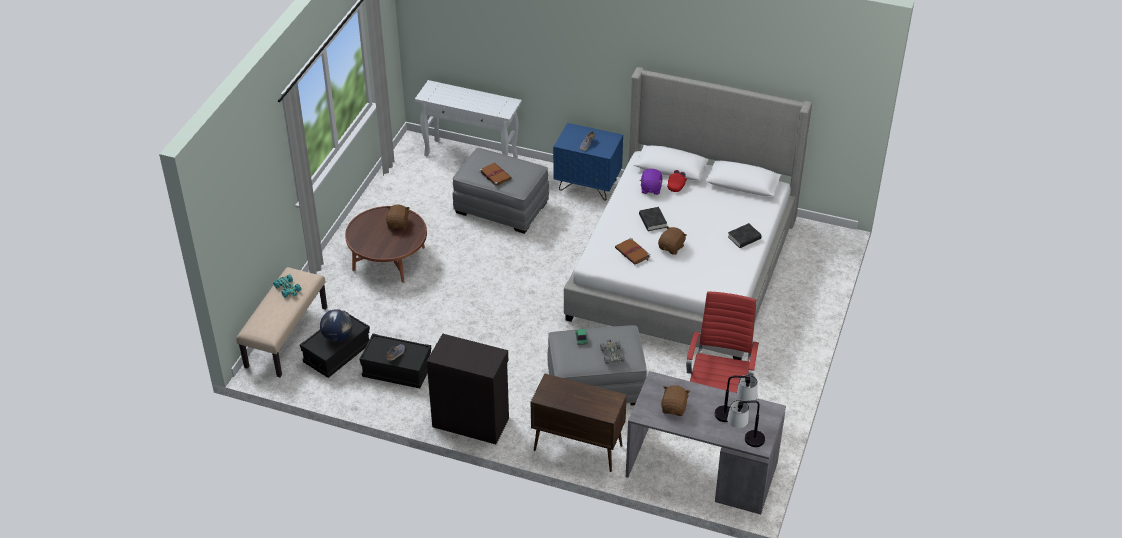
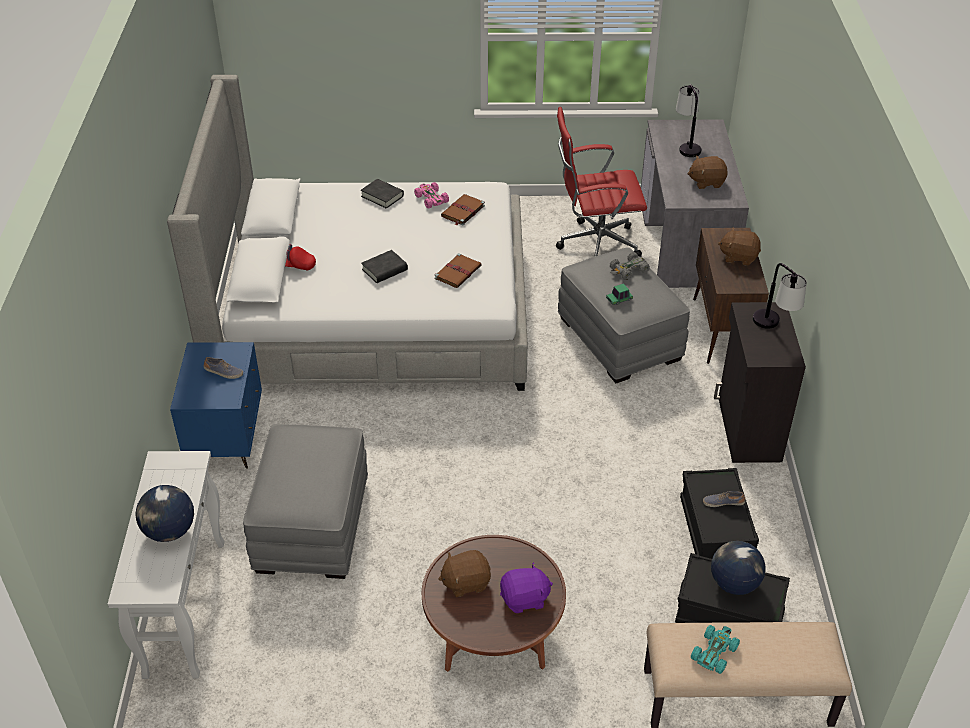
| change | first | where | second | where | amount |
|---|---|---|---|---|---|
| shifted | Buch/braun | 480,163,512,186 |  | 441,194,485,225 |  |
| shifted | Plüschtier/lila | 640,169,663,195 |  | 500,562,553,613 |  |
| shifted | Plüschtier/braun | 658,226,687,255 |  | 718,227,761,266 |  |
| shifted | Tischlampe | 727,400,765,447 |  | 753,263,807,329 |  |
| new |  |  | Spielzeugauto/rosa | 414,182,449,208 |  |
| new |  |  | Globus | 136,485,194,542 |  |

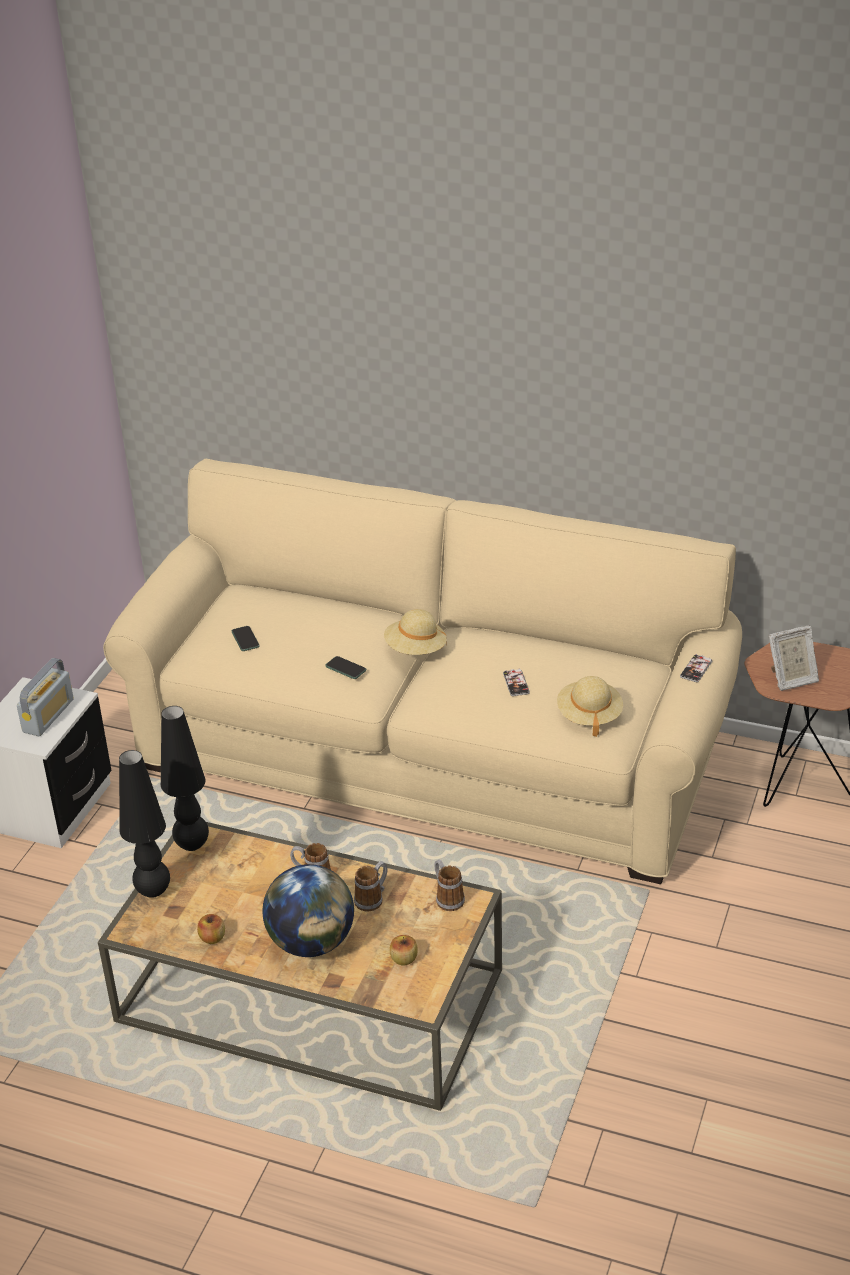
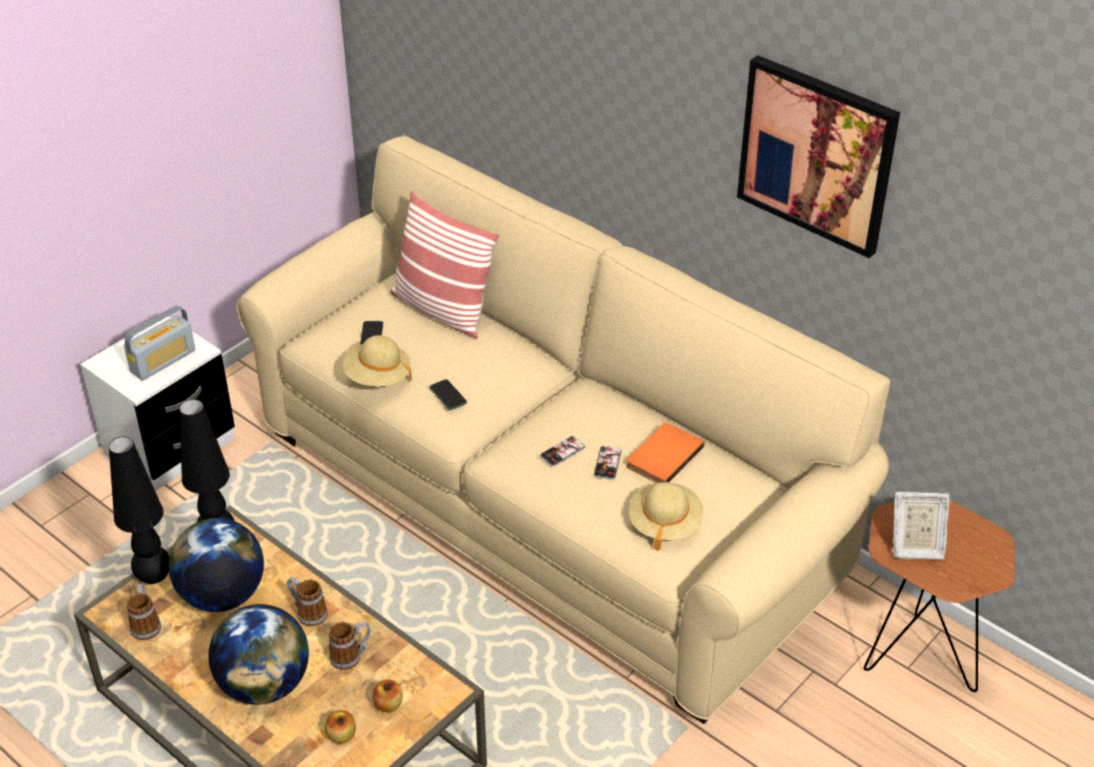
| change | first | where | second | where | amount |
|---|---|---|---|---|---|
| shifted | Hut/beige | 384,609,447,655 |  | 343,335,412,387 |  |
| shifted | Handy | 680,654,712,682 |  | 540,436,585,467 |  |
| shifted | Henkelbecher | 434,860,465,911 |  | 127,584,161,640 |  |
| shifted | Apfel | 197,914,225,944 |  | 372,679,403,712 |  |
| new |  |  | Bild | 737,55,900,258 |  |
| new |  |  | Kissen | 390,191,499,338 |  |
| new |  |  | Buch/orange | 626,423,704,483 |  |
| new |  |  | Globus | 169,518,264,612 |  |

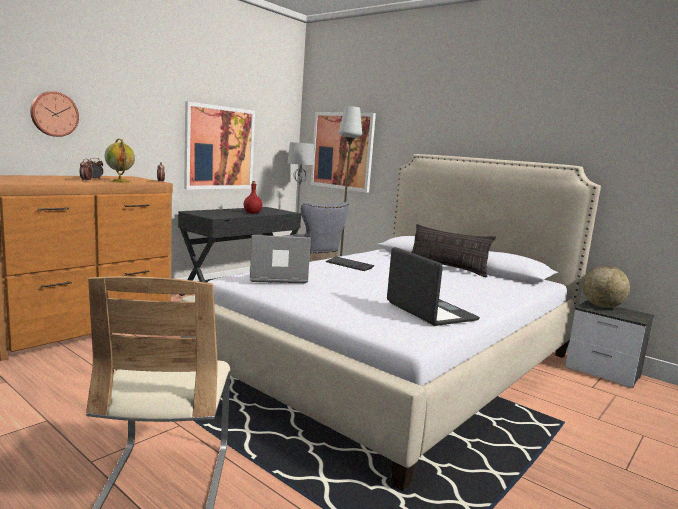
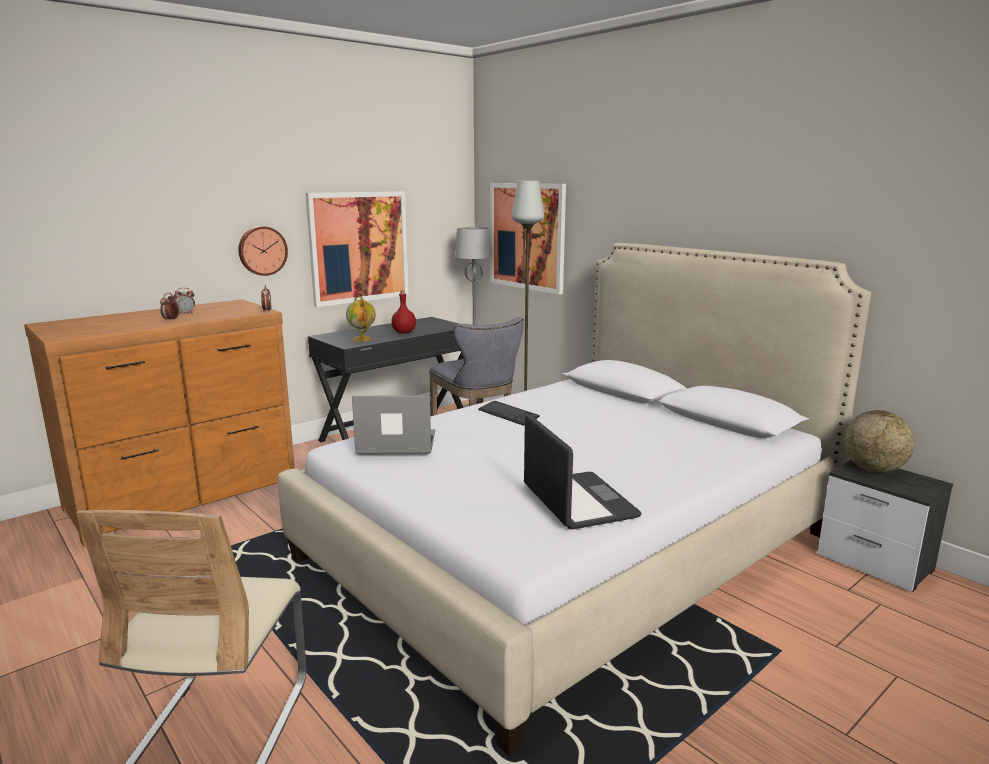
| change | first | where | second | where | amount |
|---|---|---|---|---|---|
| shifted | Wanduhr | 30,91,79,137 |  | 238,226,288,276 |  |
| shifted | Globus | 105,138,135,183 |  | 346,296,376,342 |  |
| gone | Kissen | 411,224,496,277 |  |  |  |

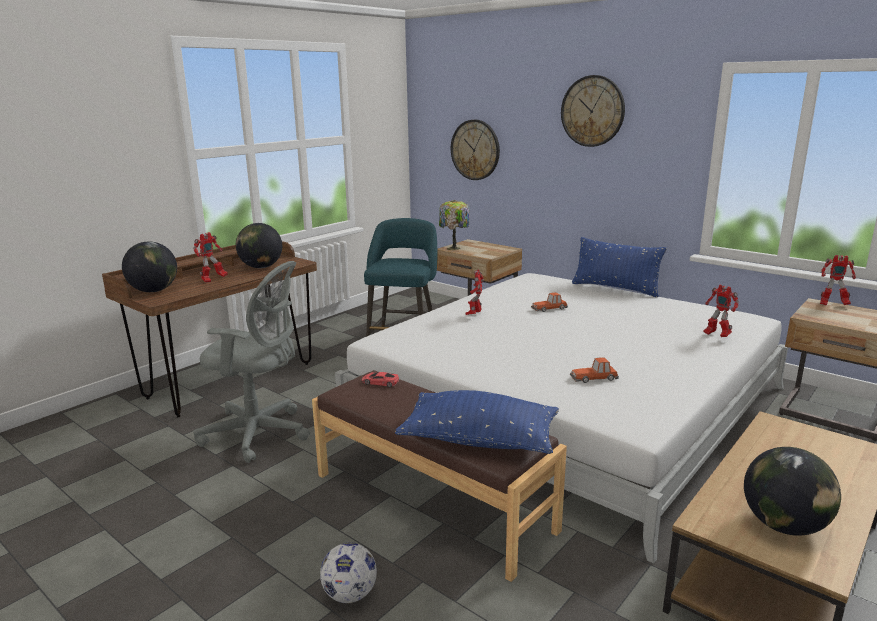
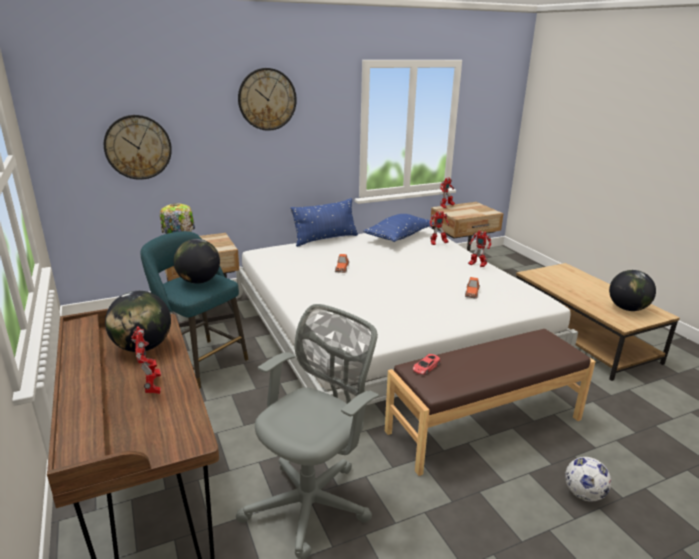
| change | first | where | second | where | amount |
|---|---|---|---|---|---|
| shifted | Globus | 122,242,177,292 |  | 173,239,220,284 |  |
| shifted | Spielzeugroboter | 465,269,484,315 |  | 468,230,492,267 |  |
| shifted | Kissen/blau | 395,390,559,454 |  | 363,214,434,242 |  |

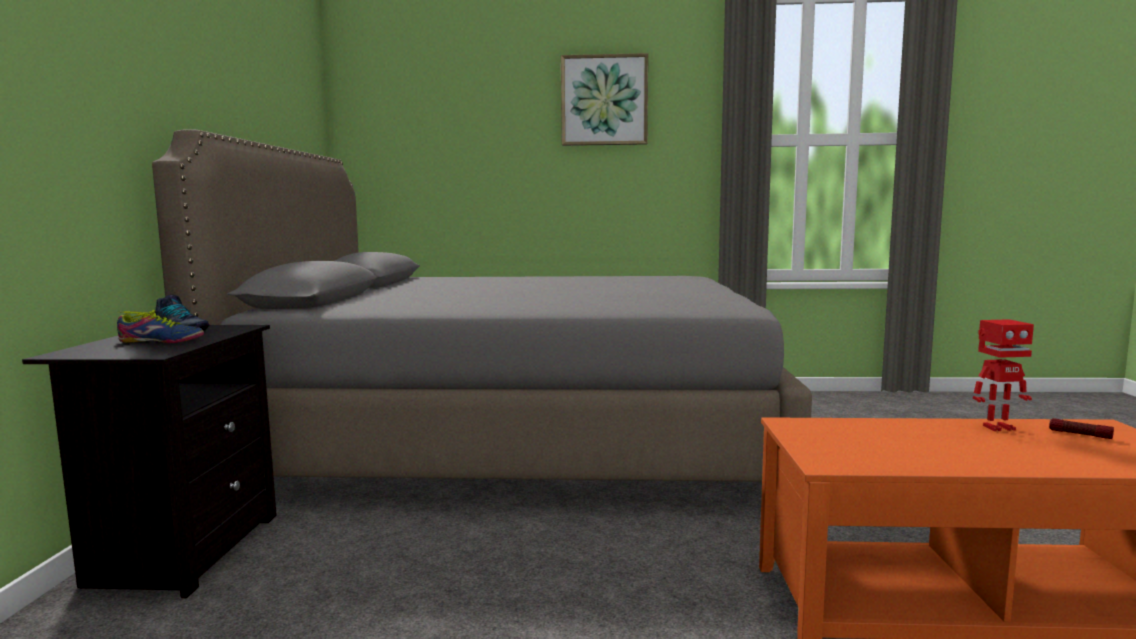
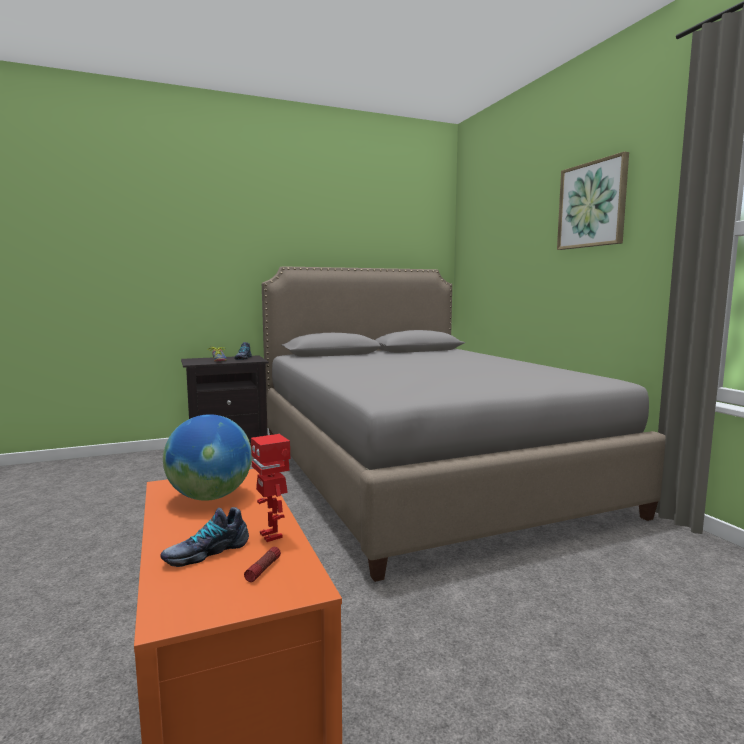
| change | first | where | second | where | amount |
|---|---|---|---|---|---|
| new |  |  | Globus | 163,414,252,501 |  |
| new |  |  | Schuh | 160,507,249,567 |  |

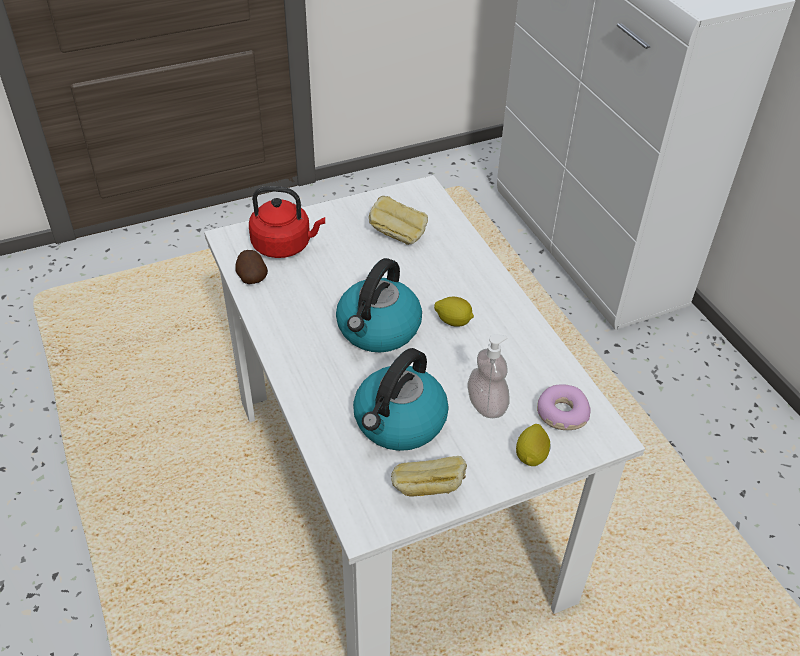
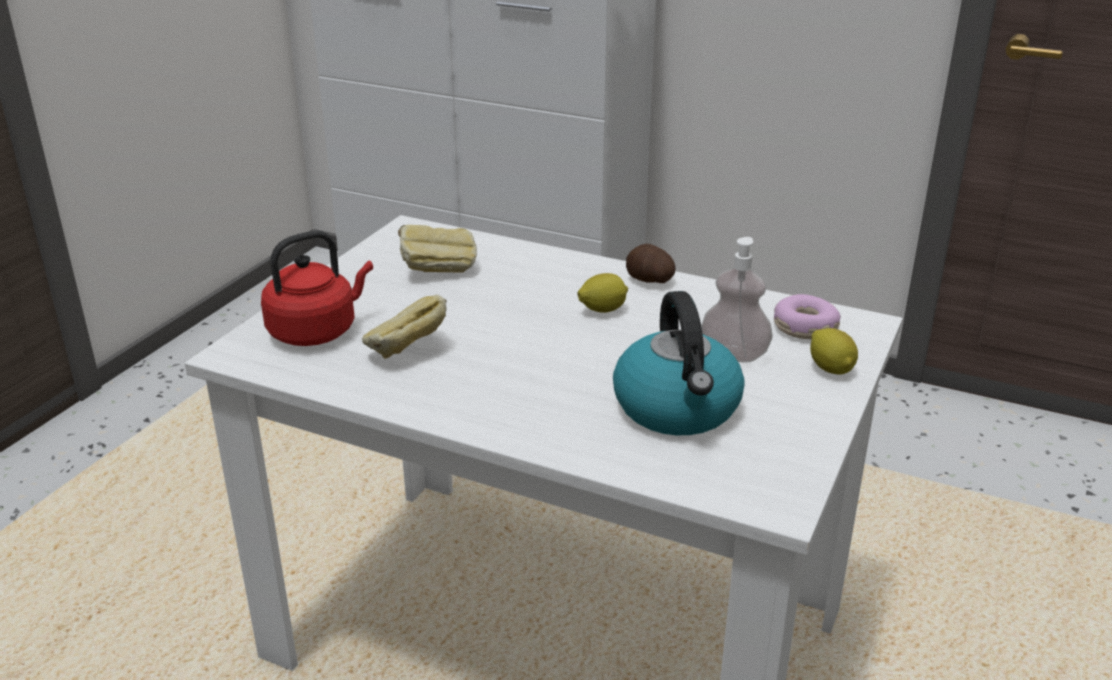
| change | first | where | second | where | amount |
|---|---|---|---|---|---|
| shifted | Kartoffel | 235,250,268,284 |  | 626,244,675,283 |  |
| gone | Wasserkessel | 336,258,422,352 |  |  |  |
| shifted | Brot | 391,456,467,496 |  | 362,294,446,359 |  |

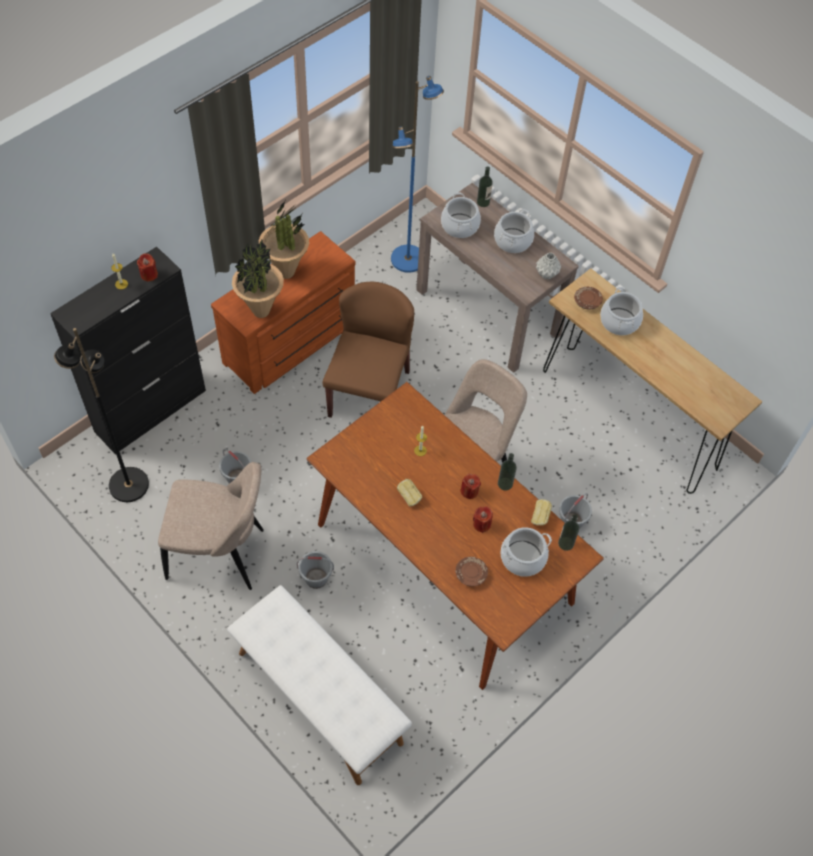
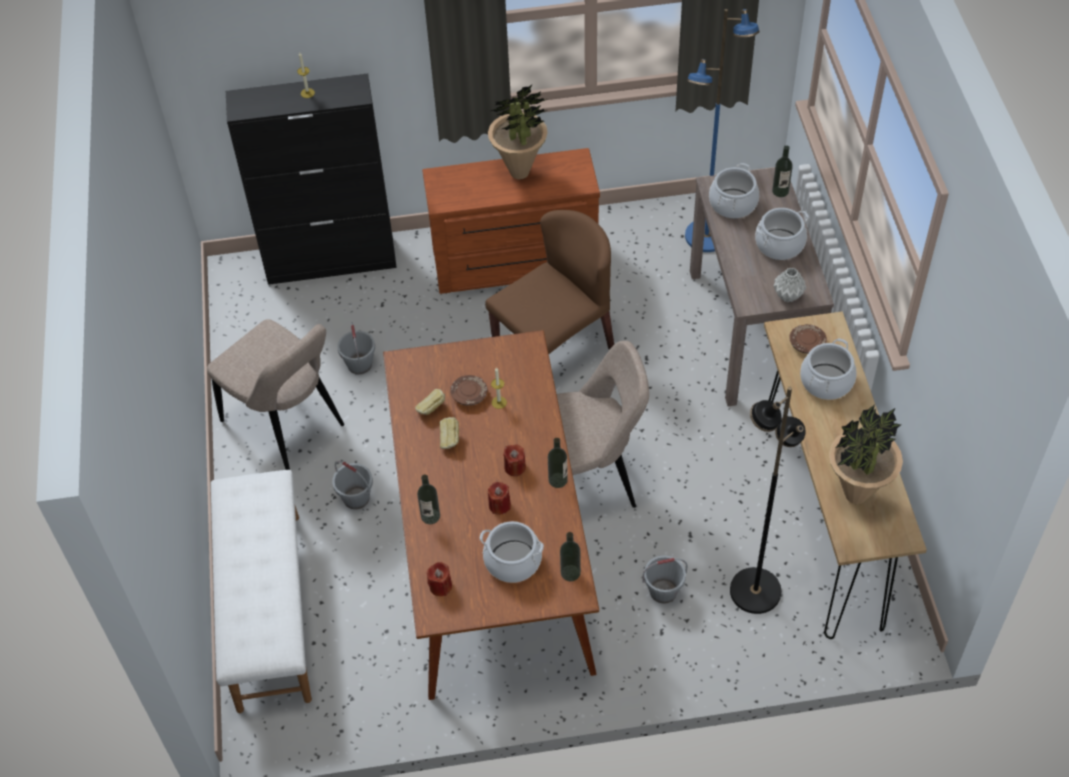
| change | first | where | second | where | amount |
|---|---|---|---|---|---|
| shifted | Topfpflanze | 232,240,284,318 |  | 829,404,903,505 |  |
| shifted | Kerze/rot | 137,253,158,281 |  | 427,562,452,596 |  |
| shifted | Stehlampe/schwarz | 54,328,149,502 |  | 730,387,806,614 |  |
| shifted | Brot | 531,499,552,526 |  | 415,389,445,415 |  |
| shifted | Teller/braun | 455,557,488,587 |  | 450,375,487,406 |  |
| new |  |  | Flasche | 417,474,440,524 |  |

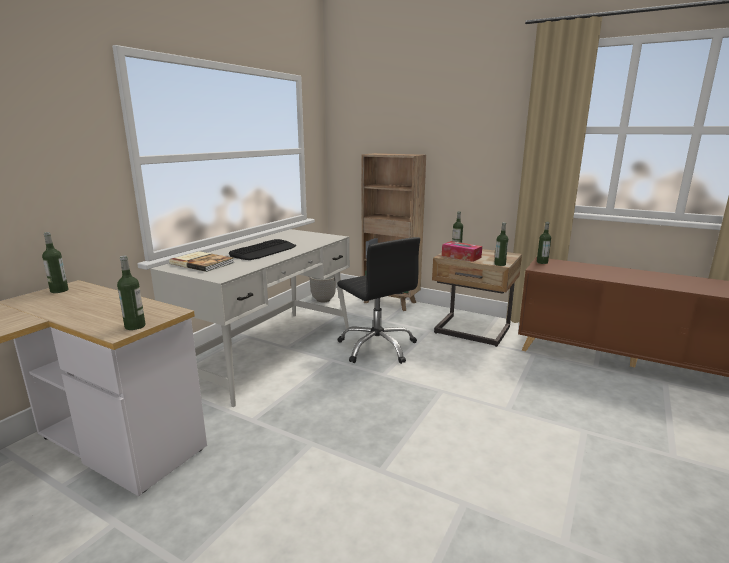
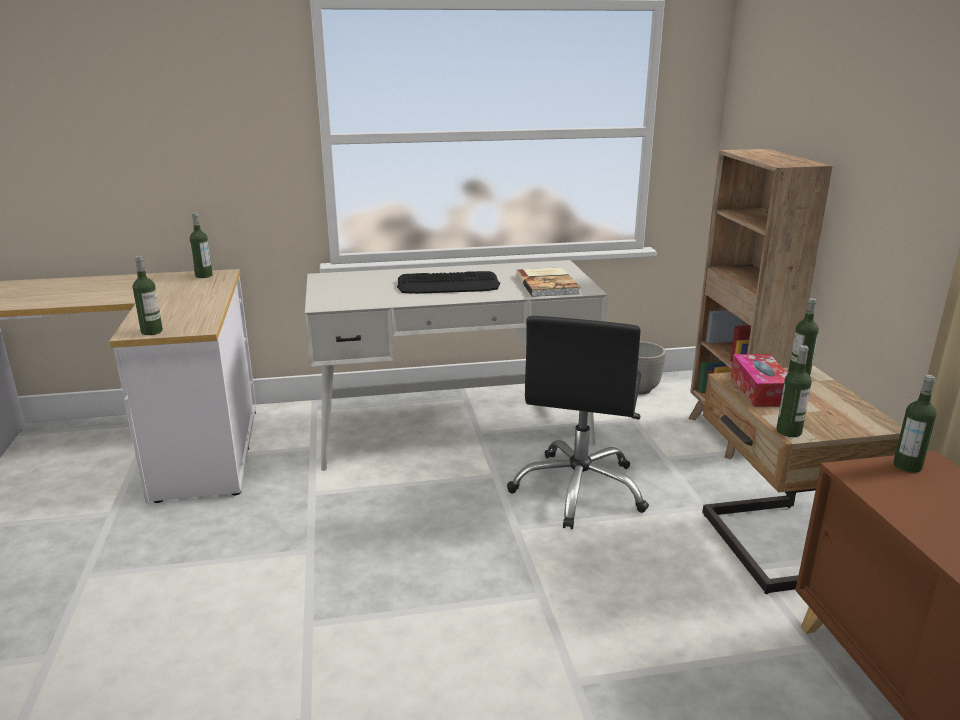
| change | first | where | second | where | amount |
|---|---|---|---|---|---|
| shifted | Buch | 169,251,234,272 |  | 516,267,580,297 |  |

